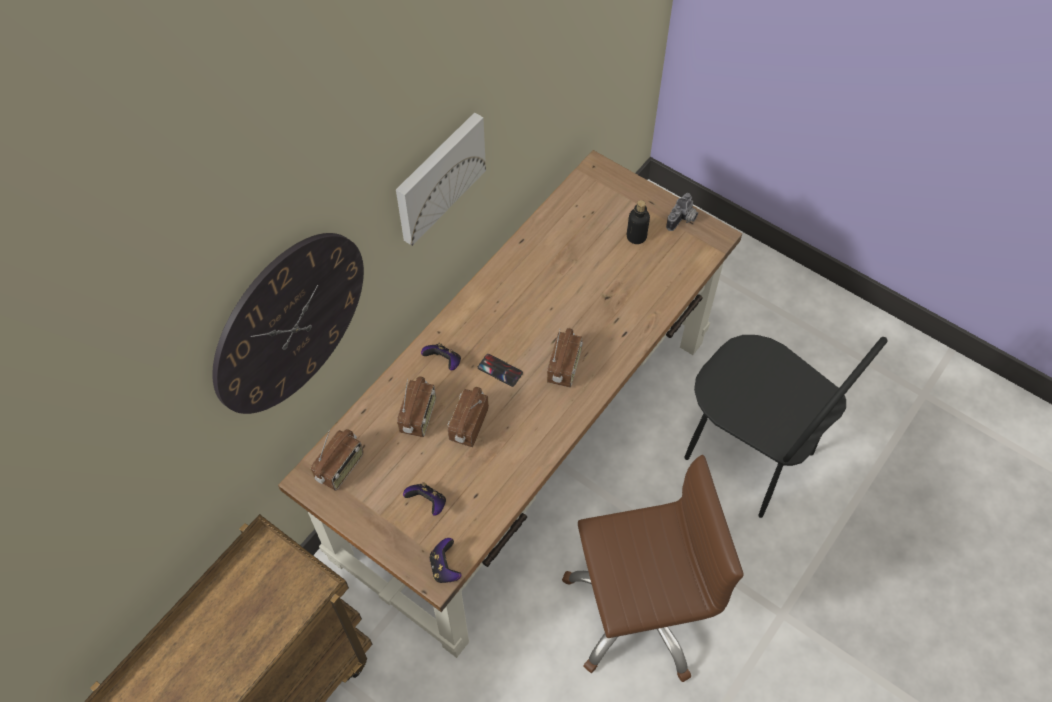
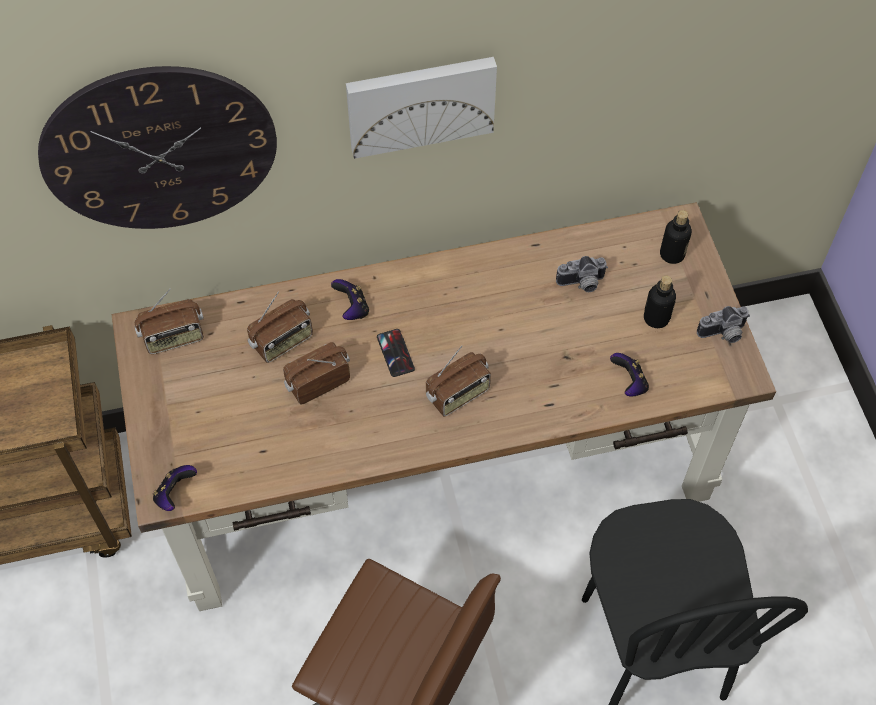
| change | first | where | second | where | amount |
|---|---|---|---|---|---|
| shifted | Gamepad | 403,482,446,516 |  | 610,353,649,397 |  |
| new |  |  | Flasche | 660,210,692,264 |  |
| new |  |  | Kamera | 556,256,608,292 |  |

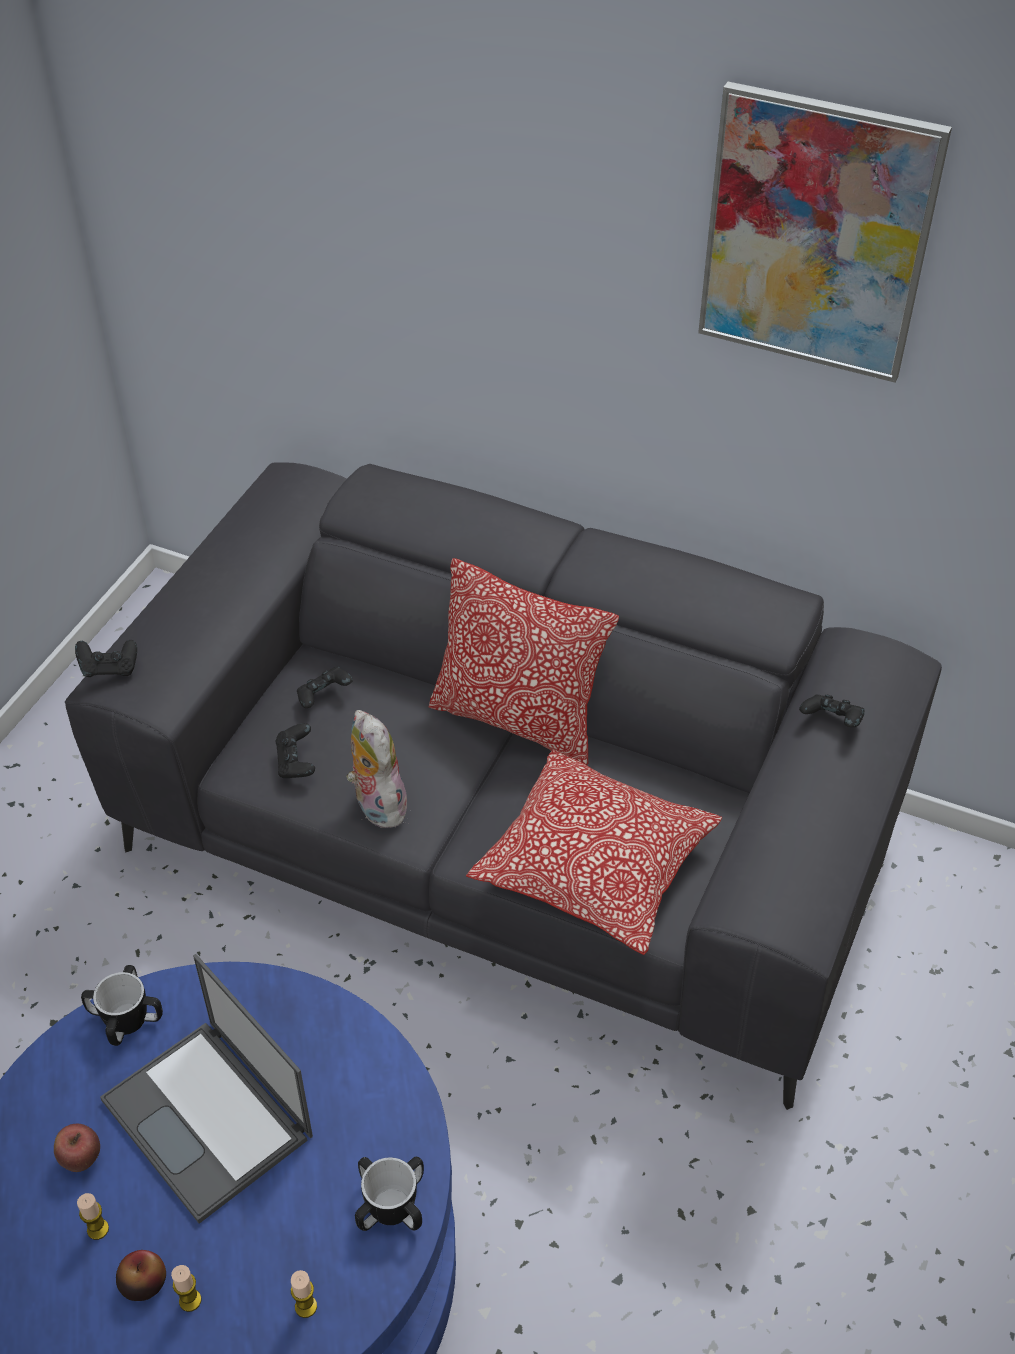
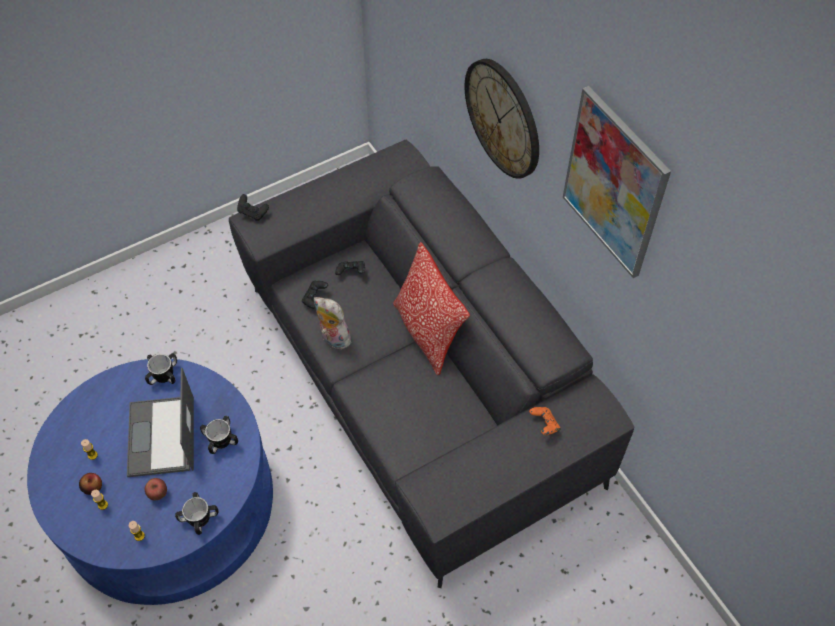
| change | first | where | second | where | amount |
|---|---|---|---|---|---|
| repainted | Gamepad/schwarz | 799,694,865,727 | Gamepad/orange | 529,407,560,435 |  |
| rotated | Plüschtier | 346,710,407,828 |  | 314,297,351,349 | 60 degrees counterclockwise |
| gone | Kissen | 466,750,722,955 |  |  |  |
| shifted | Apfel | 54,1124,100,1172 |  | 145,478,167,500 |  |
| new |  |  | Wanduhr | 464,59,539,179 |  |
| new |  |  | Henkelbecher | 200,416,238,454 |  |

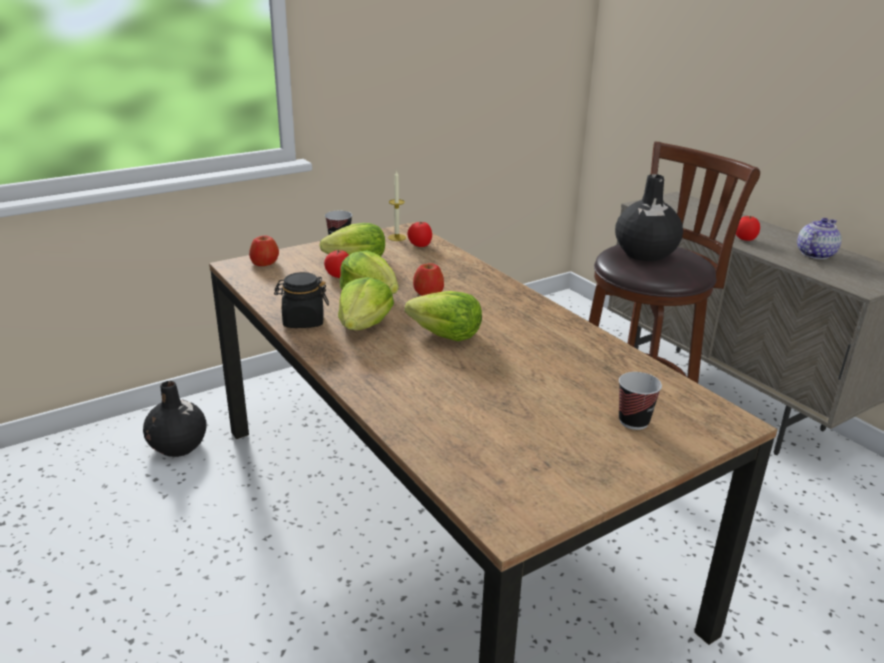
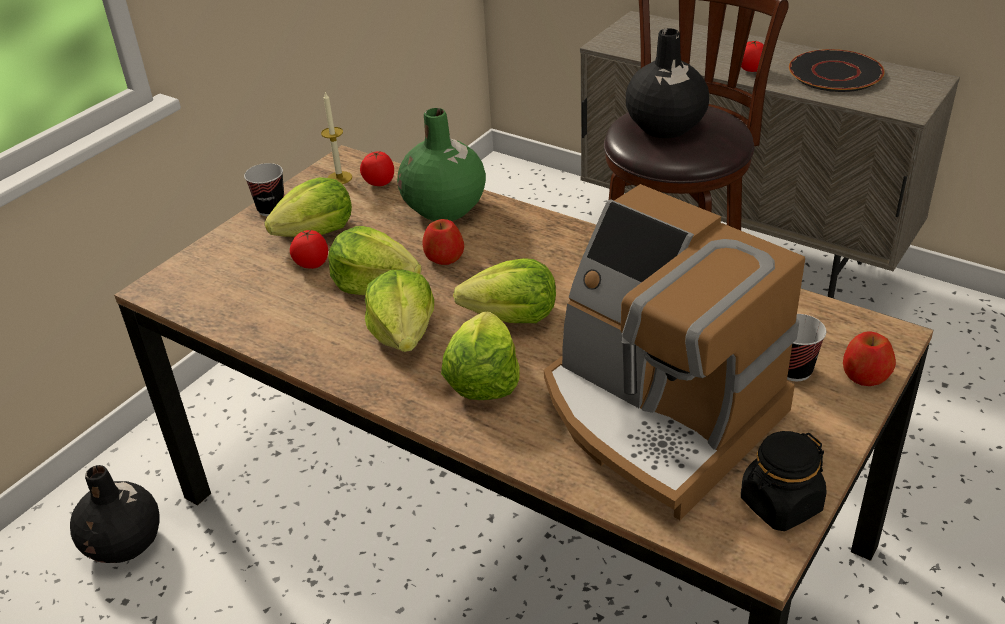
| change | first | where | second | where | amount |
|---|---|---|---|---|---|
| swapped | Teekanne | 797,218,842,259 | Teller/schwarz | 789,49,885,92 |  |
| shifted | Apfel | 249,235,279,266 |  | 843,331,896,386 |  |
| shifted | Vorratsglas/schwarz | 274,272,329,328 |  | 741,431,826,531 |  |
| new |  |  | Vase/grün | 397,108,486,221 |  |
| new |  |  | Kaffeemaschine | 544,184,805,520 |  |
| new |  |  | Salatkopf | 441,312,520,400 |  |

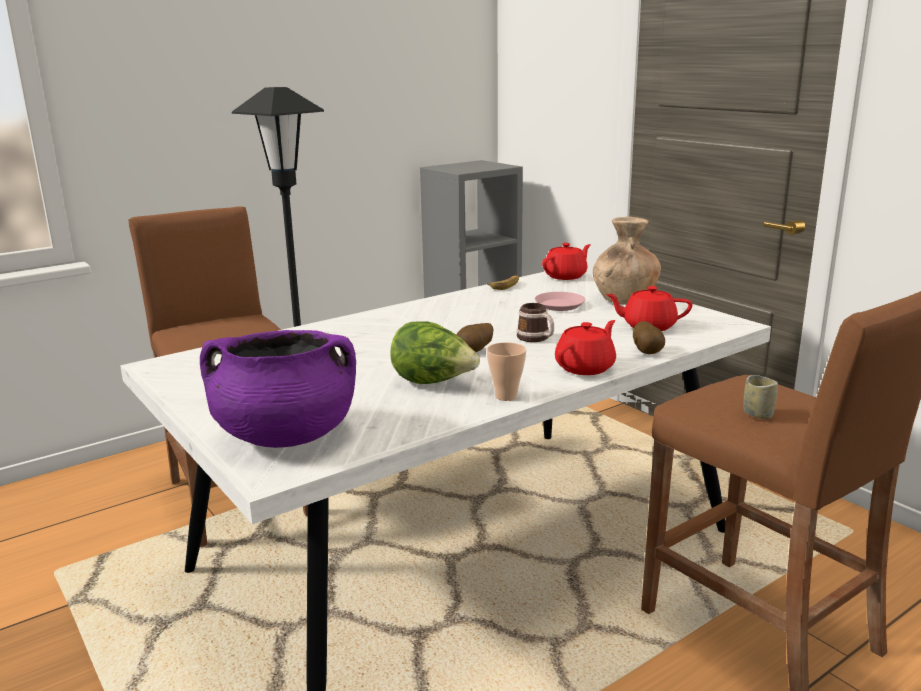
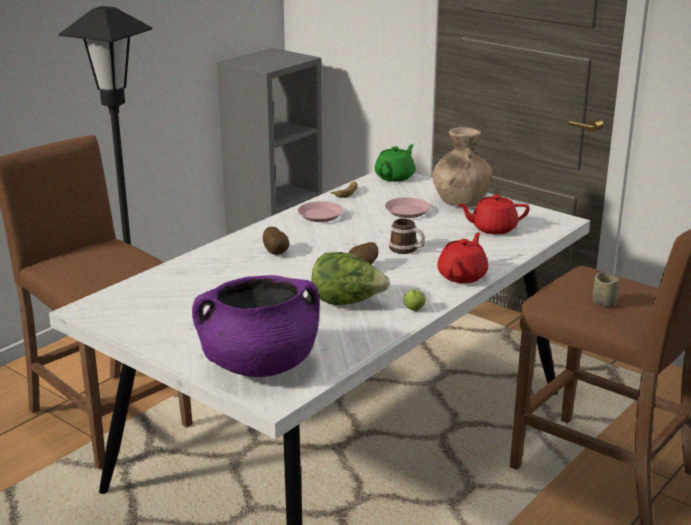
| change | first | where | second | where | amount |
|---|---|---|---|---|---|
| repainted | Teekanne/rot | 542,243,591,280 | Teekanne/grün | 375,144,415,182 |  |
| shifted | Kartoffel | 633,321,665,354 |  | 263,226,289,255 |  |
| swapped | Tasse | 486,342,527,401 | Apfel | 404,288,426,311 |  |
| new |  |  | Teller/rosa | 298,201,343,222 |  |

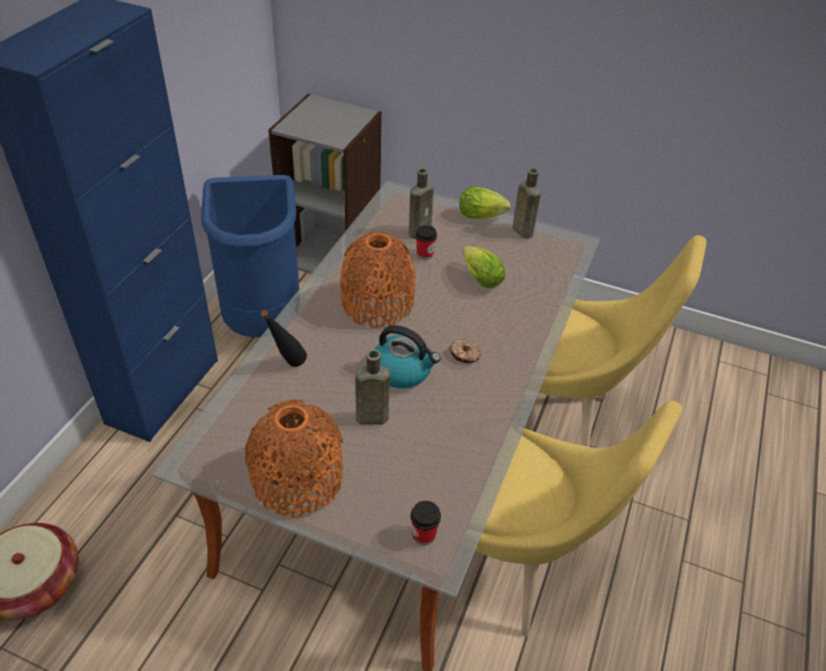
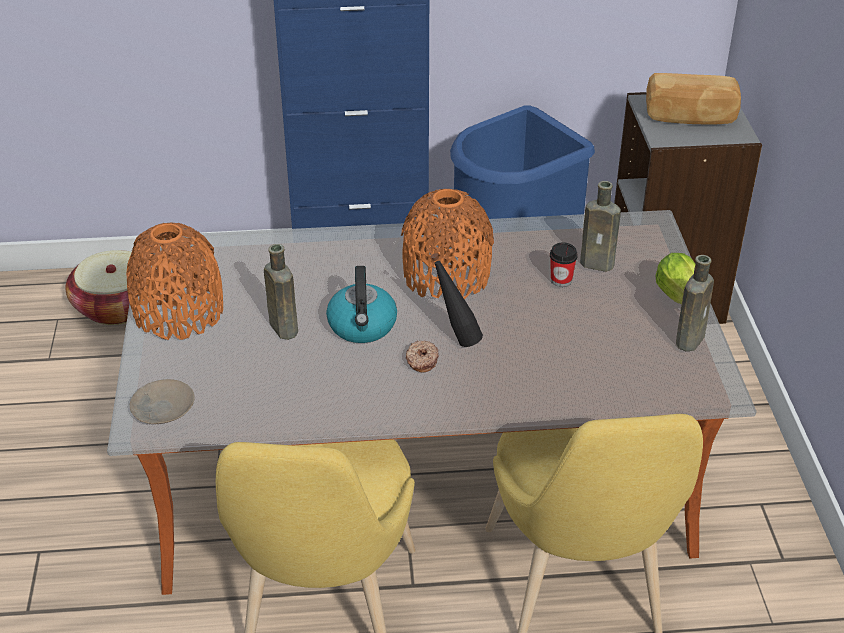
| change | first | where | second | where | amount |
|---|---|---|---|---|---|
| gone | Salatkopf | 462,246,505,289 |  |  |  |
| shifted | Flasche/schwarz | 261,310,307,367 |  | 431,253,483,347 |  |
| swapped | Tasse | 410,501,441,545 | Teller/beige | 130,379,194,424 |  |
| new |  |  | Brot | 646,73,741,124 |  |

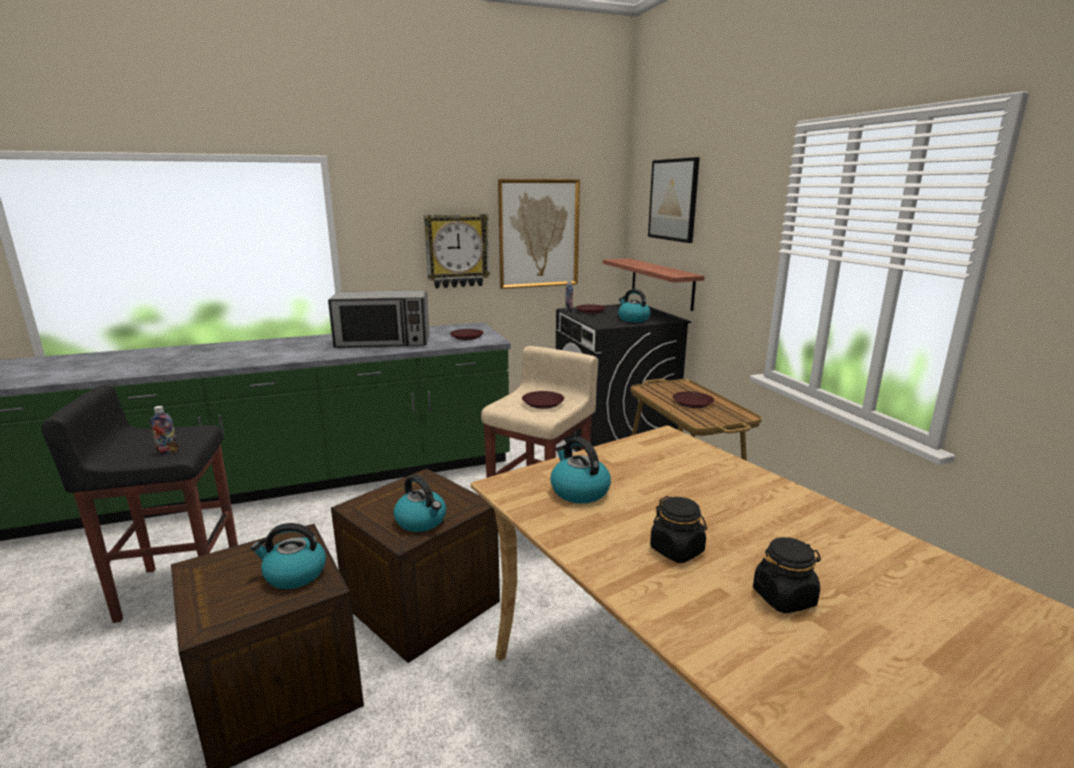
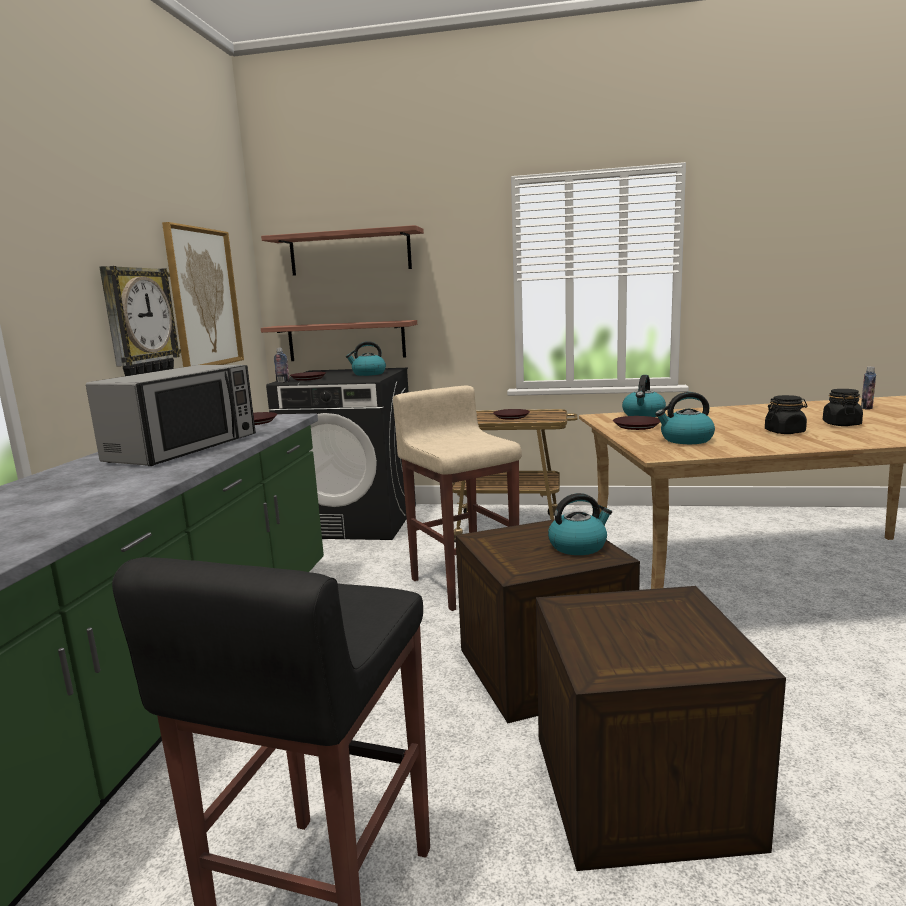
| change | first | where | second | where | amount |
|---|---|---|---|---|---|
| swapped | Bild | 648,157,700,243 | Wandregal | 261,225,424,276 |  |
| shifted | Teller/braun | 522,391,564,409 |  | 613,416,660,430 |  |
| shifted | Flasche | 150,406,178,454 |  | 861,367,876,409 |  |
| shifted | Wasserkessel | 251,523,326,589 |  | 622,375,666,417 |  |

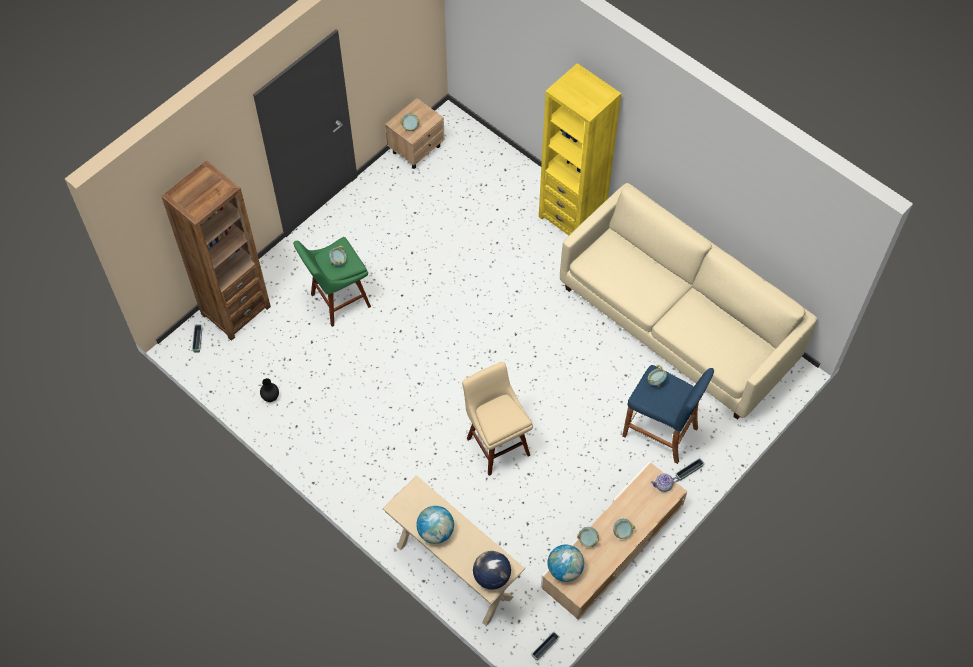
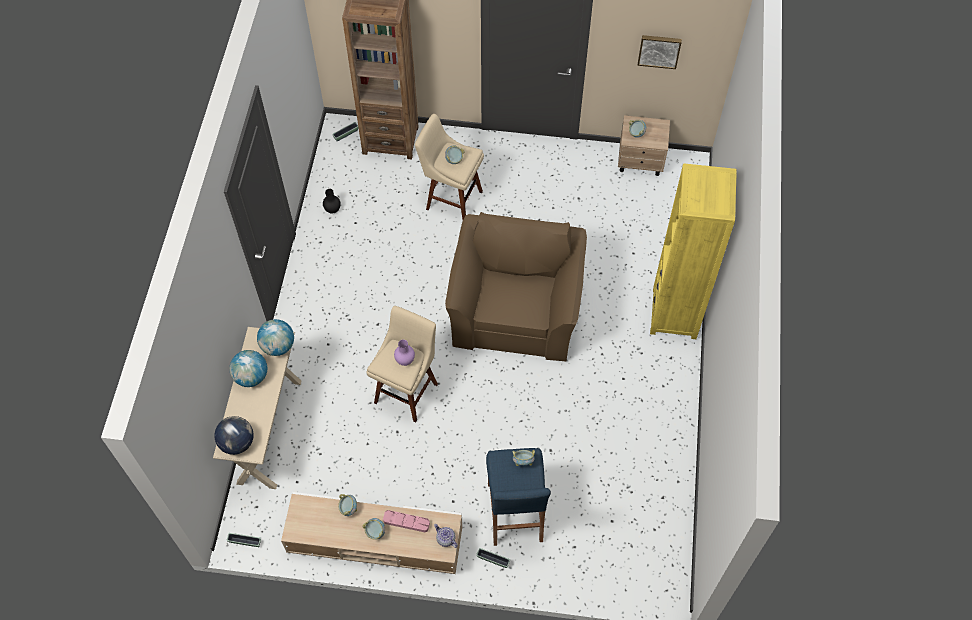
| change | first | where | second | where | amount |
|---|---|---|---|---|---|
| gone | Sofa/beige | 560,183,817,420 |  |  |  |
| repainted | Hocker/grün | 293,237,371,327 | Hocker/beige | 415,114,484,219 |  |
| shifted | Globus | 547,545,584,582 |  | 257,319,294,356 |  |
| new |  |  | Bild | 638,35,682,69 |  |
| new |  |  | Sessel/braun | 445,212,587,361 |  |
| new |  |  | Vase/lila | 394,340,415,366 |  |
| new |  |  | Tablett/rosa | 383,510,430,532 |  |

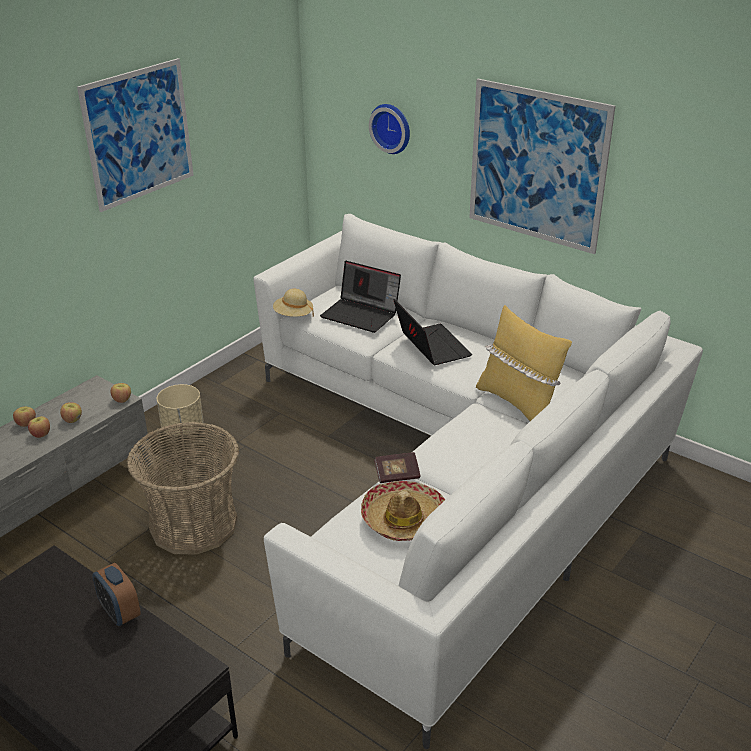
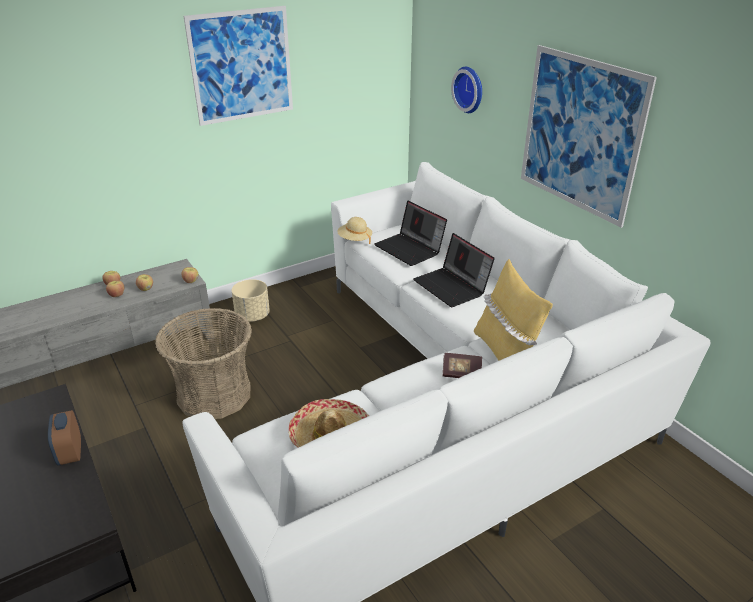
| change | first | where | second | where | amount |
|---|---|---|---|---|---|
| rotated | Laptop | 394,299,472,365 |  | 414,233,495,307 | 150 degrees clockwise |
| shifted | Buch | 374,452,421,483 |  | 443,353,482,378 |  |

